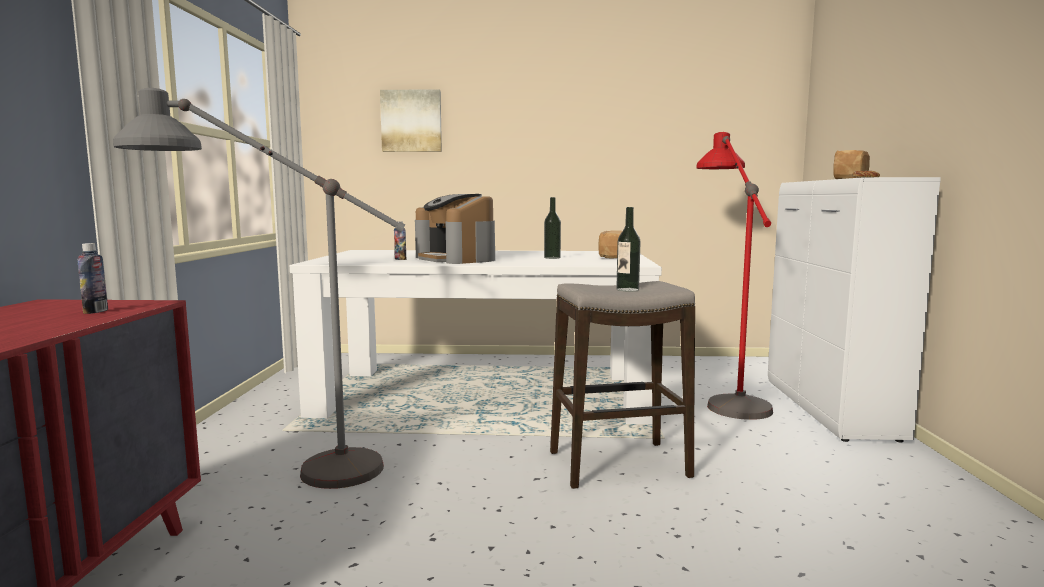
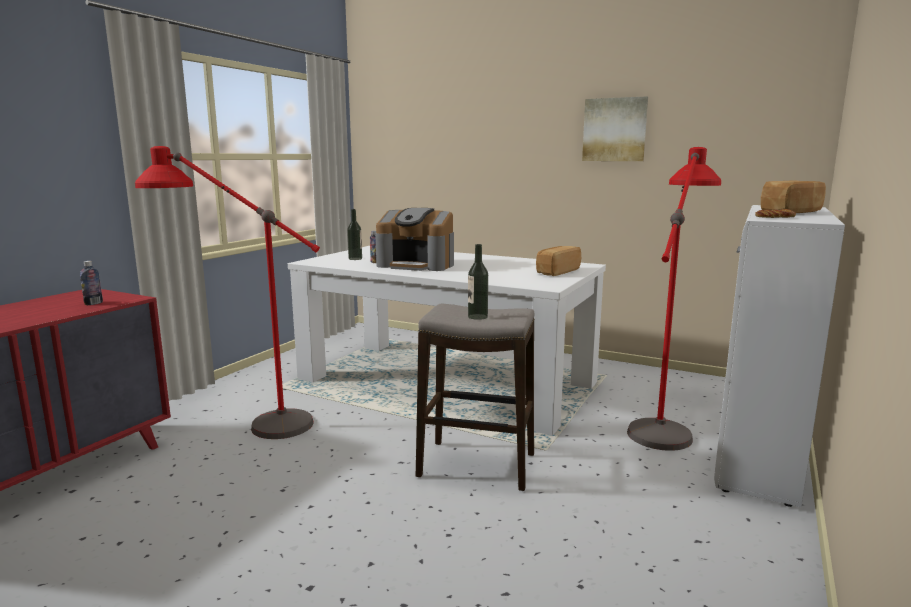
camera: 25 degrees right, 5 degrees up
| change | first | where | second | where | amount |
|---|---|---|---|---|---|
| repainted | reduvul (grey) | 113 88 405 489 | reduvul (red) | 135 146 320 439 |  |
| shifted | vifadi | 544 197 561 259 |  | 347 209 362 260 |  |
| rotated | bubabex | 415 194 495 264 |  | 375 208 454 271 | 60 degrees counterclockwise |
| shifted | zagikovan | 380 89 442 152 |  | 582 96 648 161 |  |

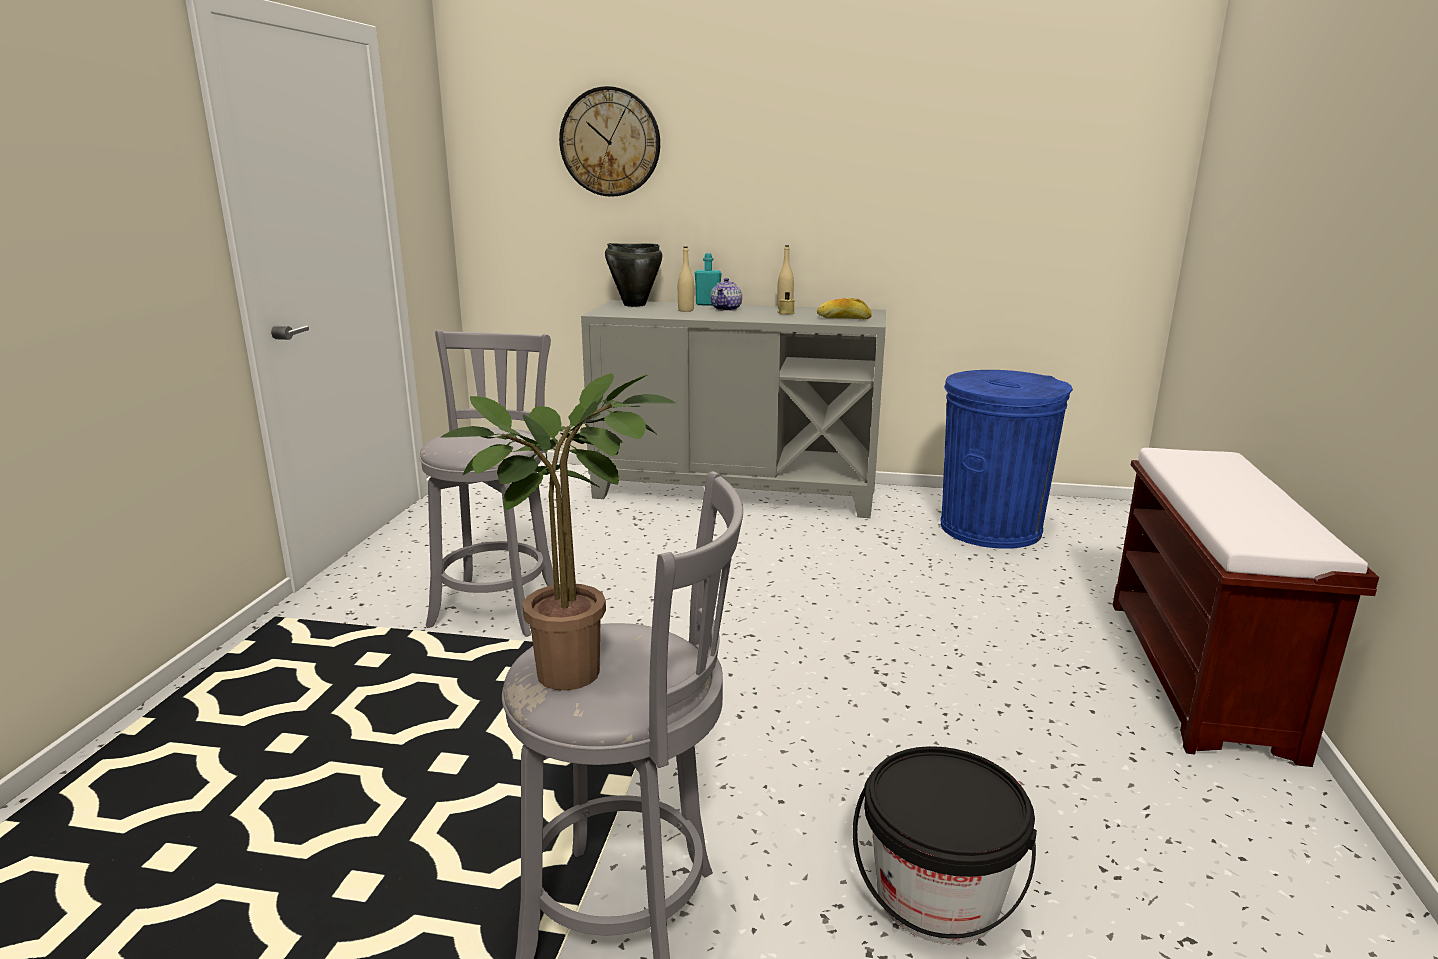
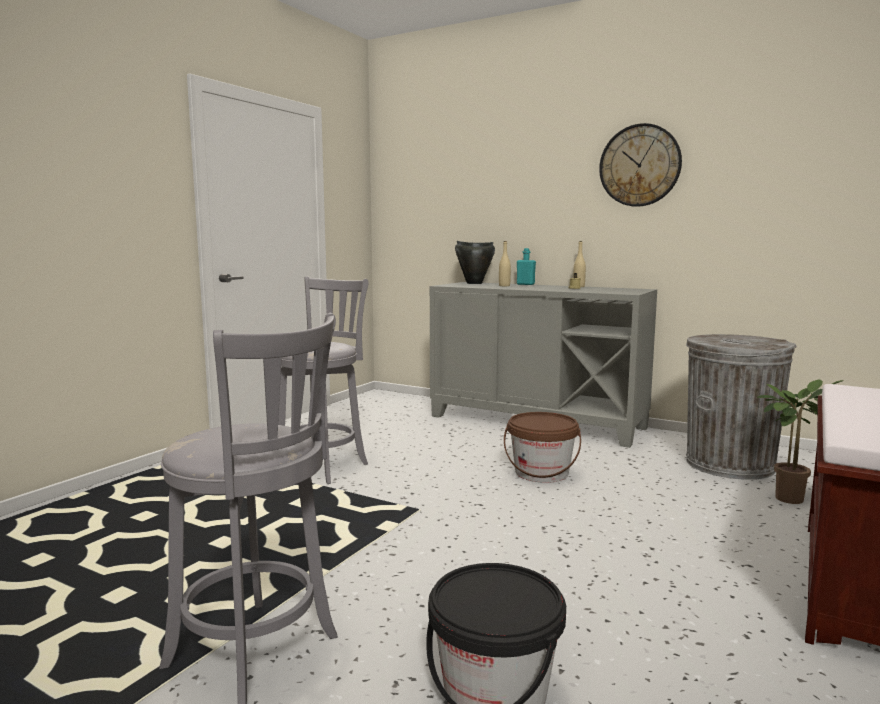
camera: 20 degrees right, 10 degrees down
| change | first | where | second | where | amount |
|---|---|---|---|---|---|
| new |  |  | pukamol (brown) | 504 412 581 483 |  |
| shifted | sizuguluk | 559 86 660 197 |  | 599 123 682 207 |  |
| repainted | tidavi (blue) | 941 370 1073 549 | tidavi (grey) | 686 334 797 480 |  |
| shifted | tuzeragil | 441 373 675 691 |  | 756 380 844 504 |  |
| gone | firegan | 710 278 742 311 |  |  |  |
| gone | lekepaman | 817 298 872 320 |  |  |  |

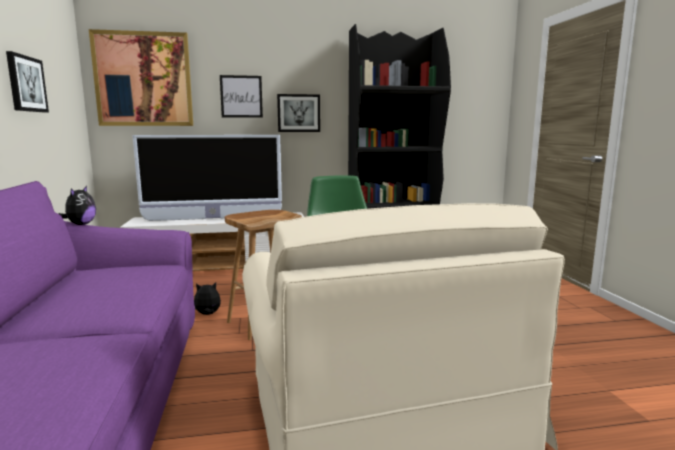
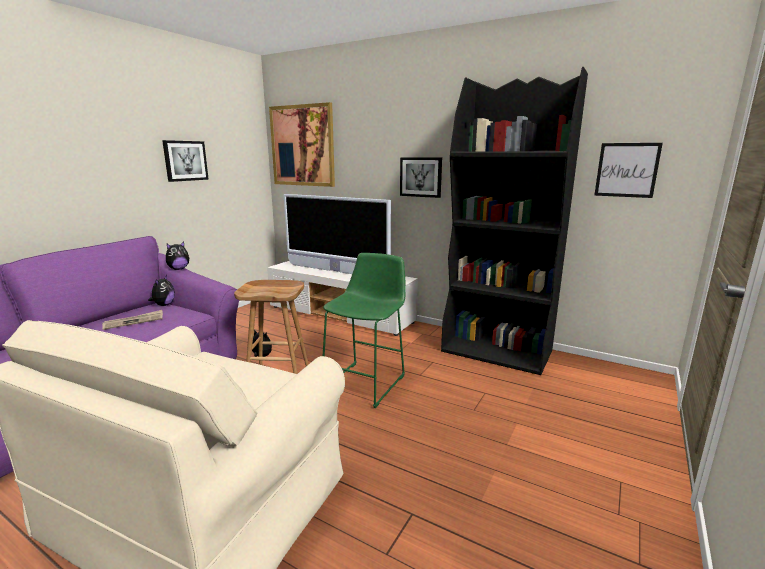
camera: 40 degrees right, 5 degrees up
| change | first | where | second | where | amount |
|---|---|---|---|---|---|
| new |  |  | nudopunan | 102 310 163 330 |  |
| new |  |  | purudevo | 148 275 175 306 |  |
| shifted | zagikovan | 220 75 263 118 |  | 594 143 663 198 |  |

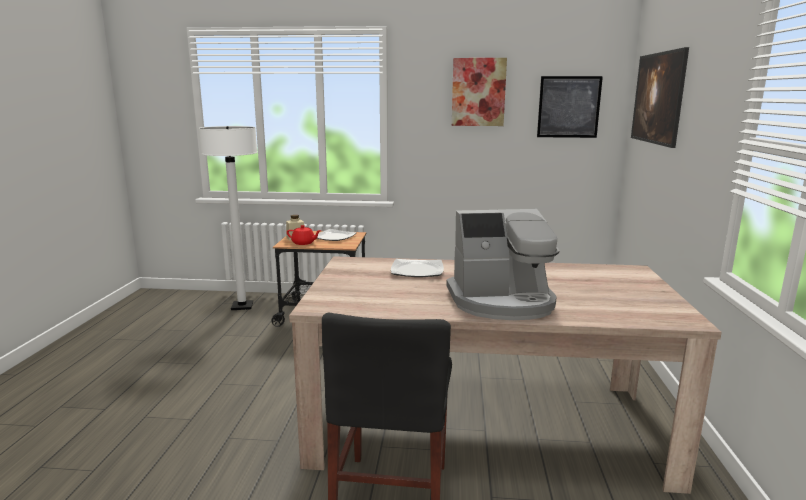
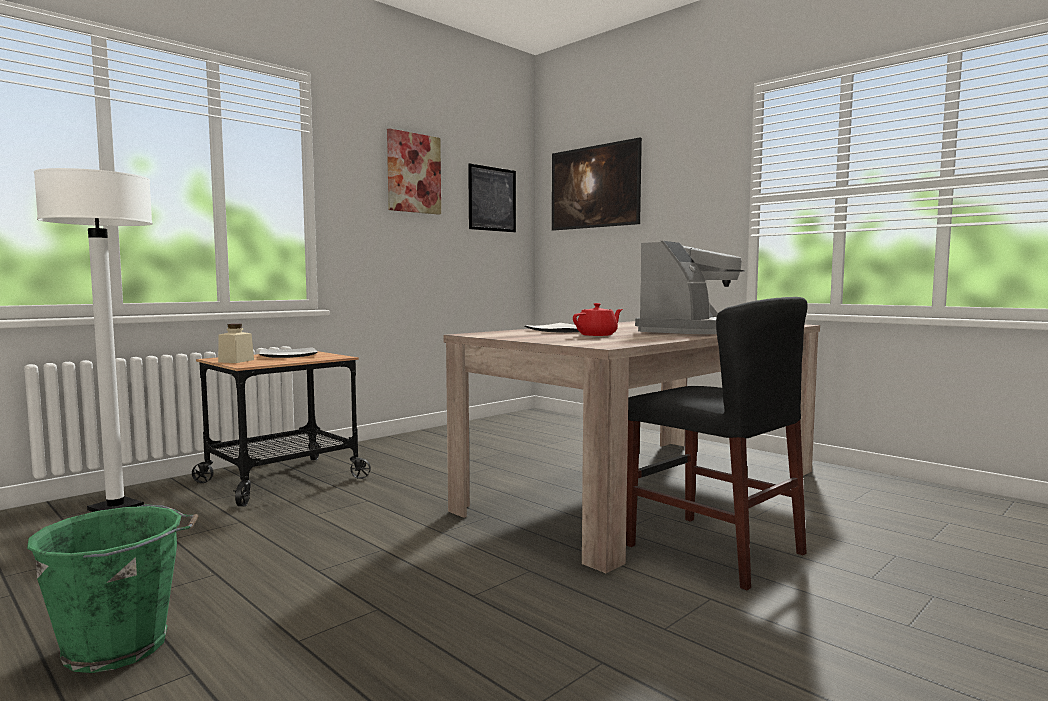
camera: 50 degrees left, 10 degrees down
| change | first | where | second | where | amount |
|---|---|---|---|---|---|
| new |  |  | pukamol (green) | 27 504 198 673 |  |
| shifted | firegan (red) | 287 225 321 245 |  | 573 303 623 336 |  |

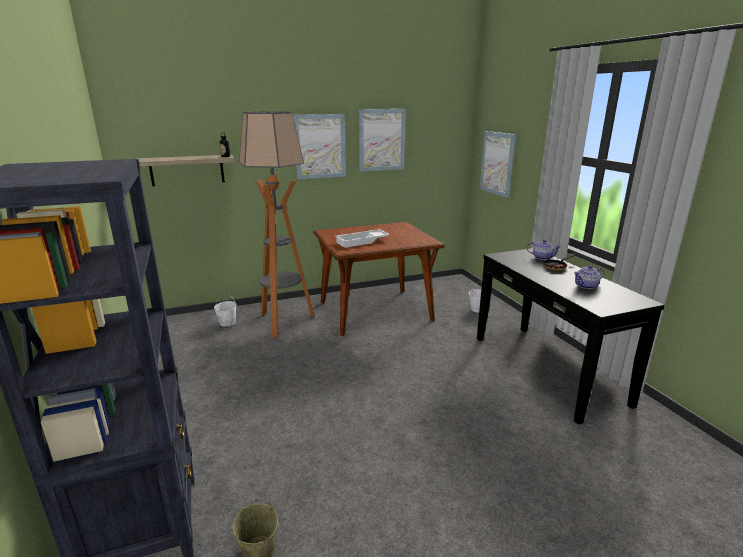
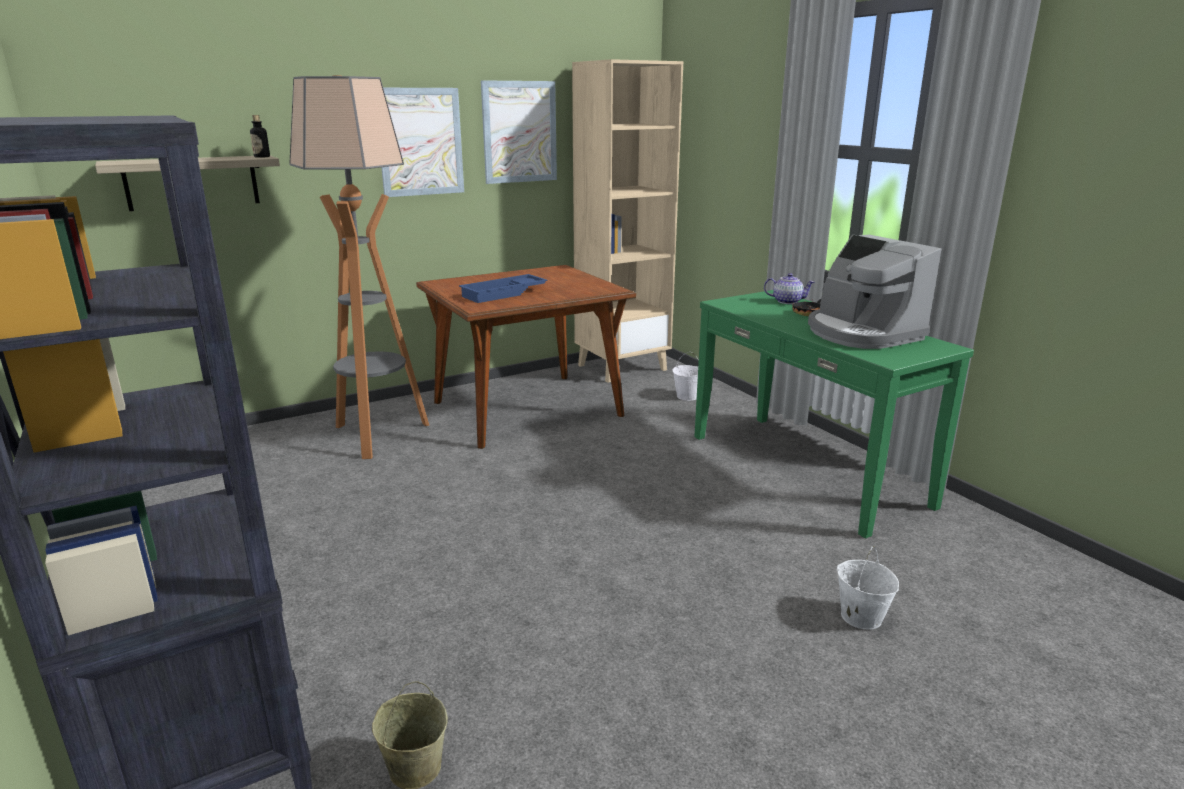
camera: 10 degrees left, 0 degrees up
| change | first | where | second | where | amount |
|---|---|---|---|---|---|
| repainted | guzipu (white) | 335 229 390 248 | guzipu (blue) | 459 274 548 303 |  |
| new |  |  | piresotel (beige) | 572 59 683 383 |  |
| repainted | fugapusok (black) | 477 248 665 425 | fugapusok (green) | 694 290 974 538 |  |
| swapped | firegan | 574 265 603 289 | bubabex | 808 235 941 349 |  |
| shifted | pukamol (white) | 214 294 237 327 |  | 837 546 899 630 |  |
| gone | zagikovan | 480 131 516 198 |  |  |  |

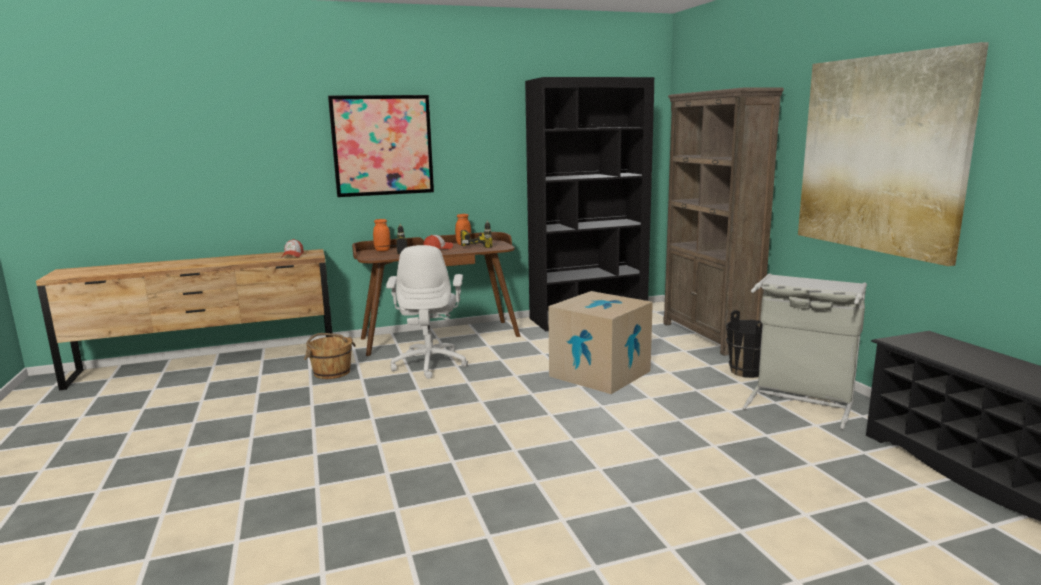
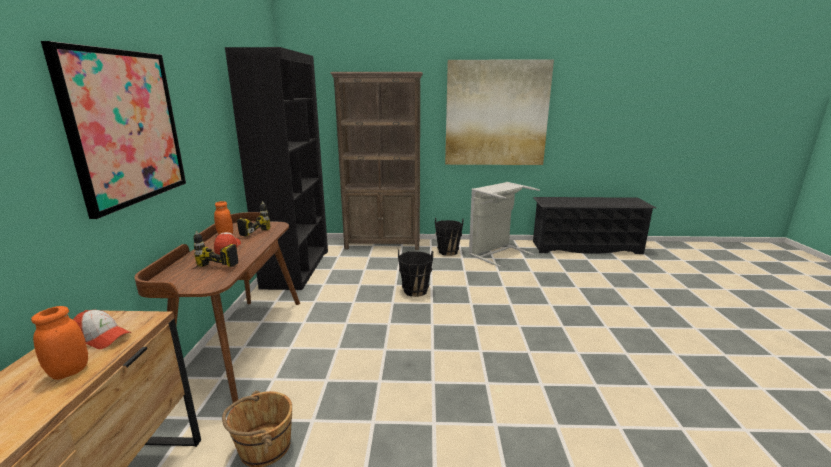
camera: 70 degrees left, 5 degrees up
| change | first | where | second | where | amount |
|---|---|---|---|---|---|
| shifted | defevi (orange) | 373 219 391 251 |  | 31 306 88 380 |  |
| swapped | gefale | 548 291 653 394 | pukamol (black) | 398 250 433 297 |  |
| gone | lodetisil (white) | 386 245 468 379 |  |  |  |

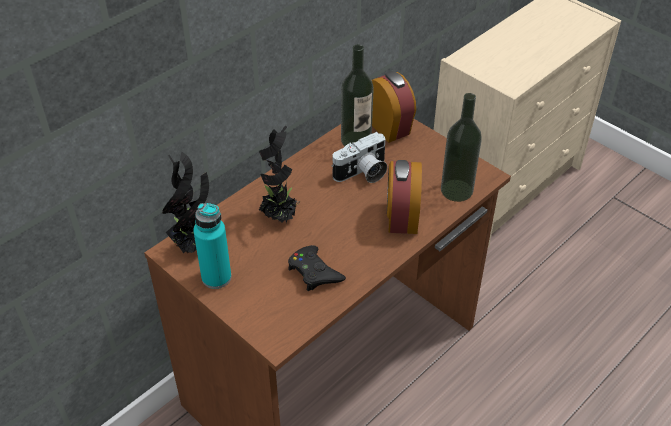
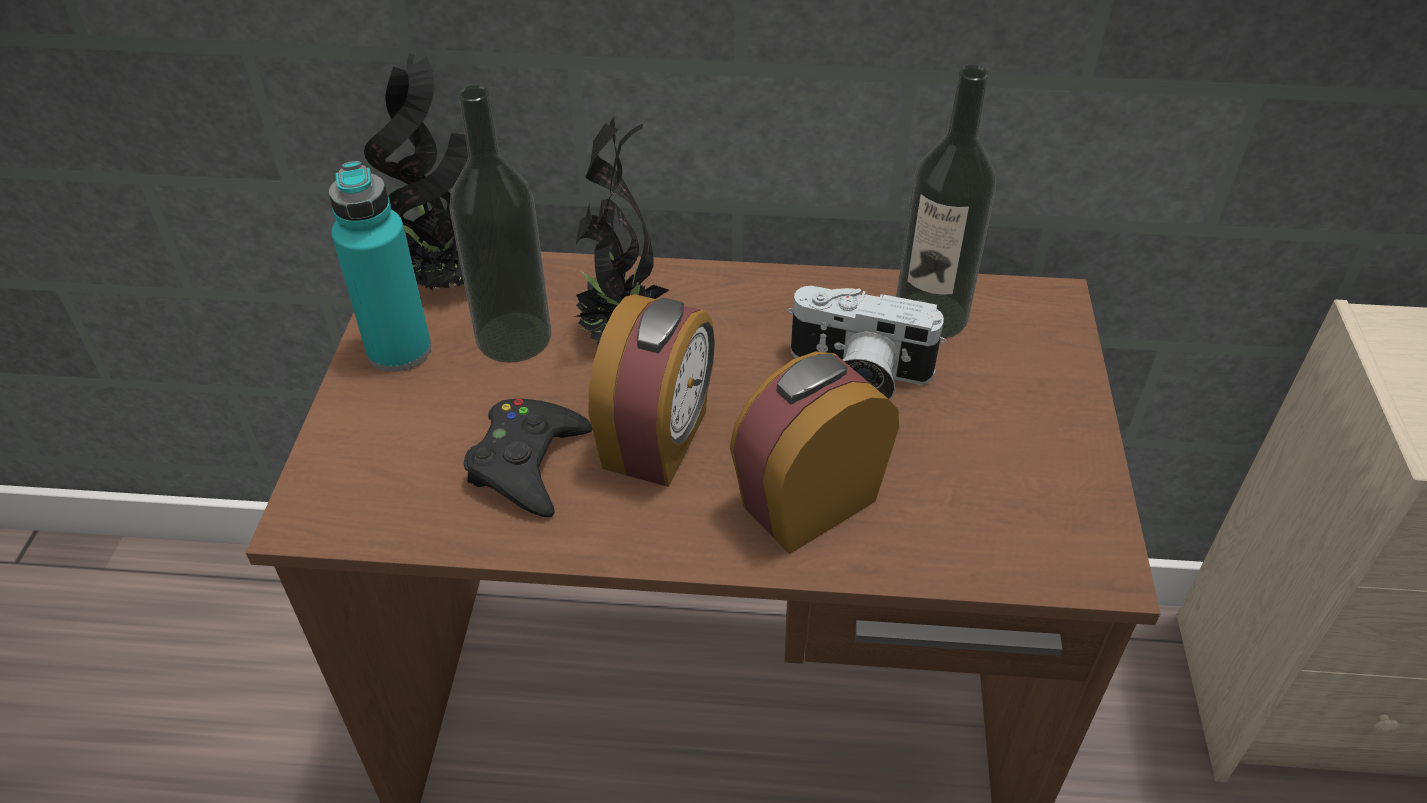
camera: 50 degrees right, 0 degrees up
| change | first | where | second | where | amount |
|---|---|---|---|---|---|
| shifted | vifadi | 441 93 482 202 |  | 449 85 551 363 |  |
| shifted | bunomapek | 372 71 416 143 |  | 589 294 715 487 |  |

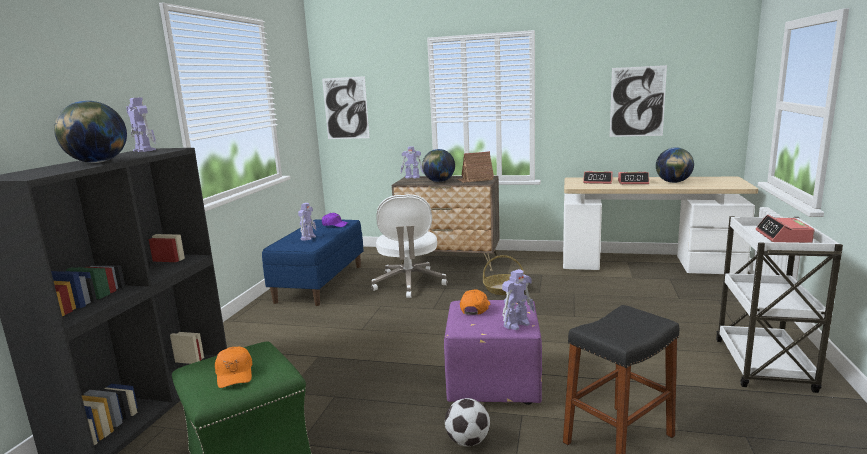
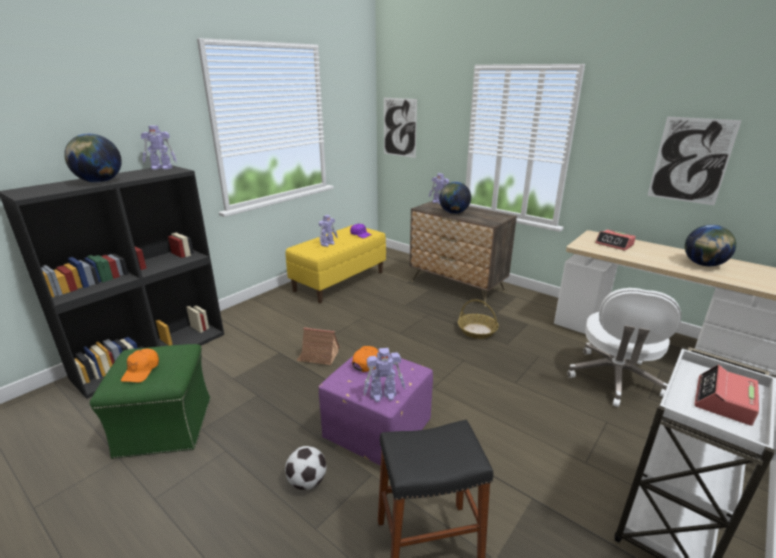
camera: 25 degrees right, 10 degrees up
| change | first | where | second | where | amount |
|---|---|---|---|---|---|
| rotated | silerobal | 126 97 156 152 |  | 141 125 177 170 | 105 degrees clockwise |
| repainted | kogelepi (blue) | 262 219 364 306 | kogelepi (yellow) | 286 225 386 303 |  |
| shifted | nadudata | 458 151 494 183 |  | 296 328 340 365 |  |
| shifted | lodetisil (white) | 371 194 447 298 |  | 567 288 681 407 |  |
| gone | bunomapek | 618 172 649 184 |  |  |  |

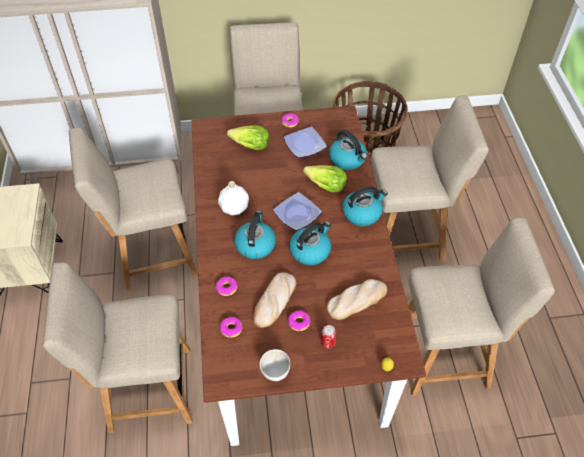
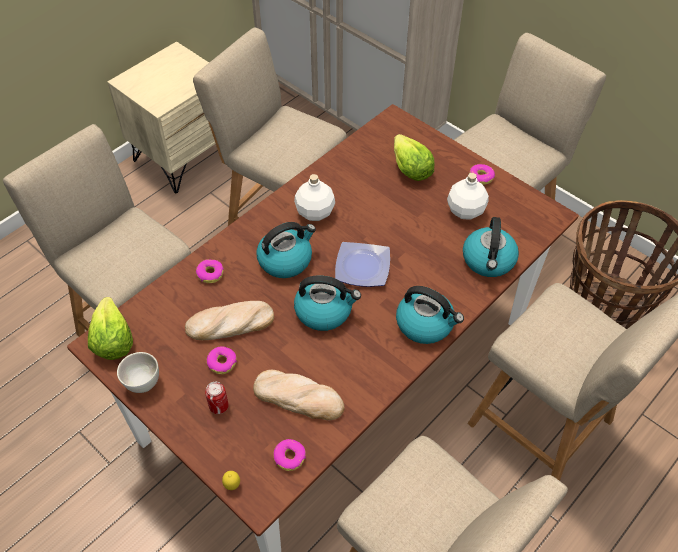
camera: 50 degrees right, 0 degrees up
| change | first | where | second | where | amount |
|---|---|---|---|---|---|
| shifted | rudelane | 303 165 347 192 |  | 88 297 133 360 |  |
| shifted | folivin | 220 317 242 338 |  | 273 439 306 471 |  |
| swapped | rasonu | 284 127 327 158 | vifadi (white) | 447 173 489 220 |  |

